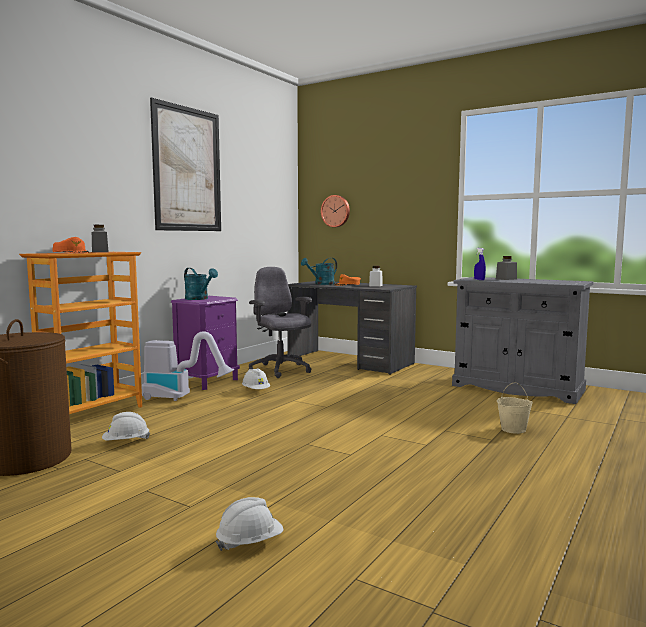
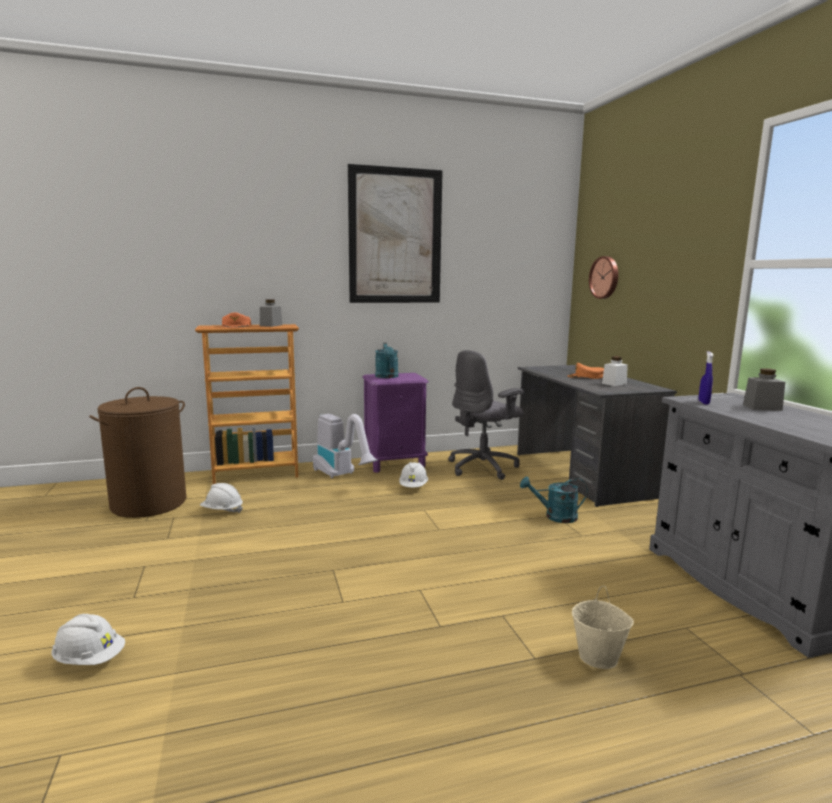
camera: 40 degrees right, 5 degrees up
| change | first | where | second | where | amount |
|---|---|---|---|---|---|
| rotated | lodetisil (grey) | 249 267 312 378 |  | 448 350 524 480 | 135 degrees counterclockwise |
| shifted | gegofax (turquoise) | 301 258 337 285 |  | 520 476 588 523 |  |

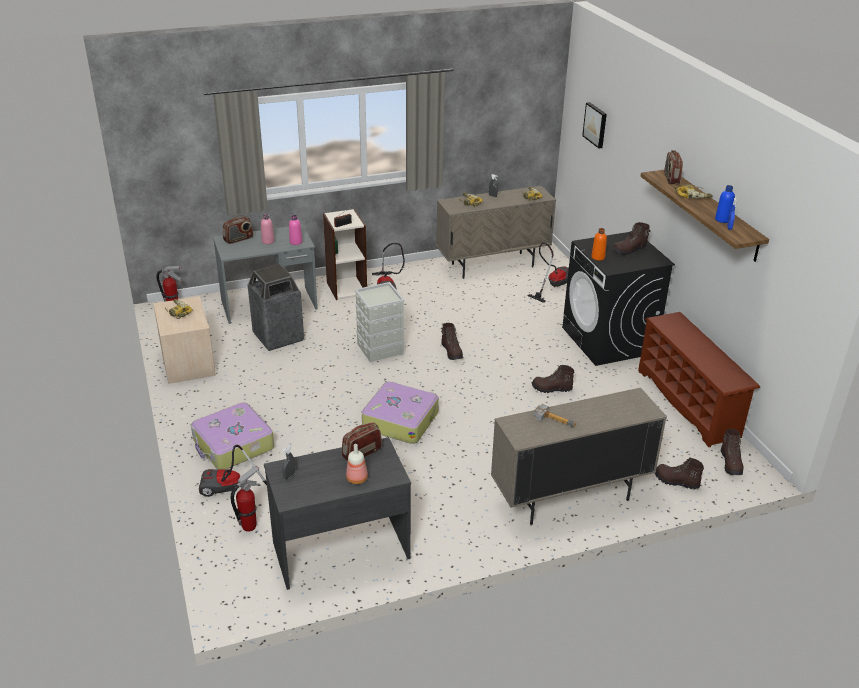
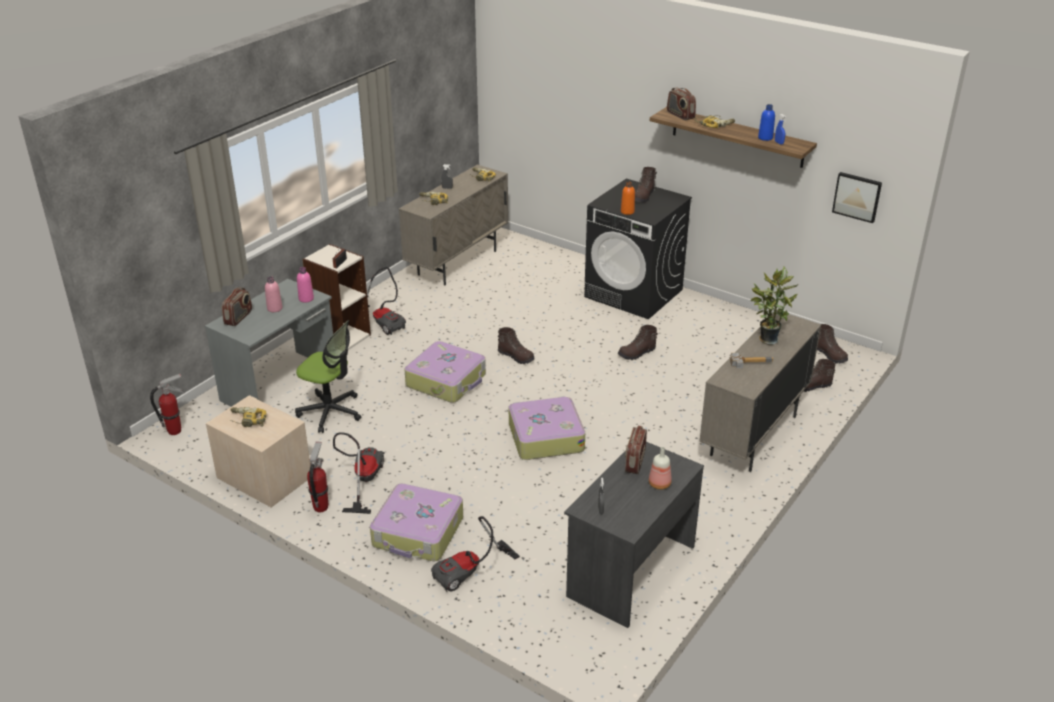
camera: 35 degrees left, 0 degrees up
| change | first | where | second | where | amount |
|---|---|---|---|---|---|
| swapped | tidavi | 247 264 304 351 | lodetisil | 295 320 361 433 |  |
| shifted | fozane | 231 465 260 532 |  | 307 441 328 512 |  |
| shifted | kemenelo | 528 243 569 303 |  | 333 432 385 514 |  |
| swapped | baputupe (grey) | 355 282 405 363 | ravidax | 404 341 486 403 |  |
| new |  |  | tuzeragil | 751 267 798 345 |  |
| shifted | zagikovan | 582 102 607 149 |  | 832 172 882 223 |  |
| gone | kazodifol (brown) | 638 312 760 447 |  |  |  |

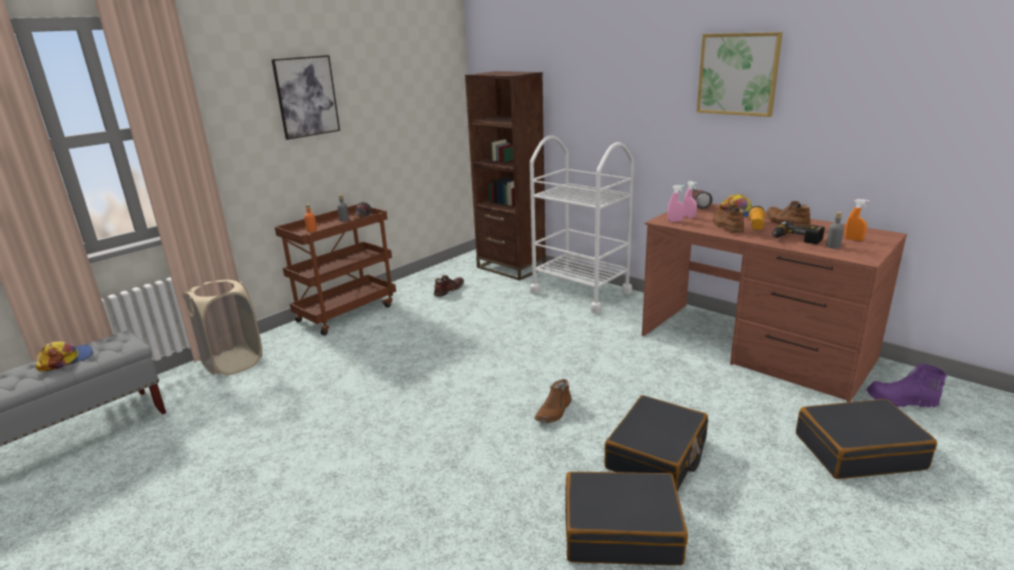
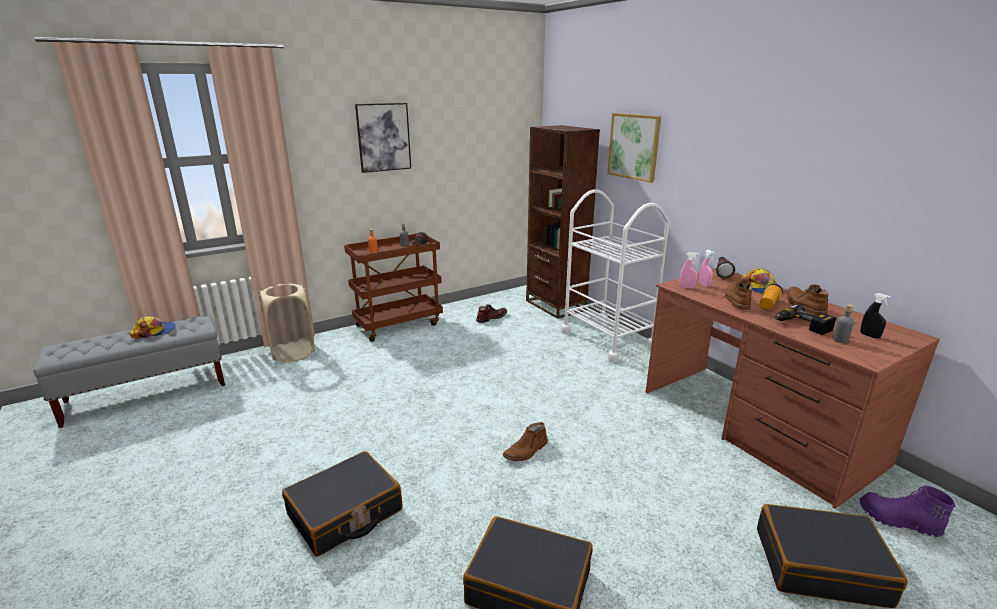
camera: 15 degrees right, 0 degrees up
| change | first | where | second | where | amount |
|---|---|---|---|---|---|
| shifted | ravidax (black) | 604 395 708 491 |  | 282 451 402 556 |  |
| shifted | zagikovan | 697 32 783 117 |  | 607 113 661 183 |  |
| repainted | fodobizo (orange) | 845 199 869 241 | fodobizo (black) | 860 293 891 339 |  |

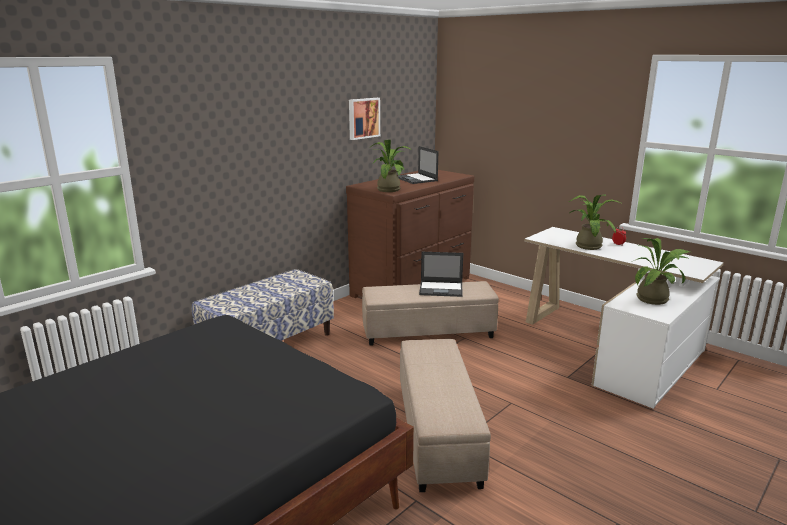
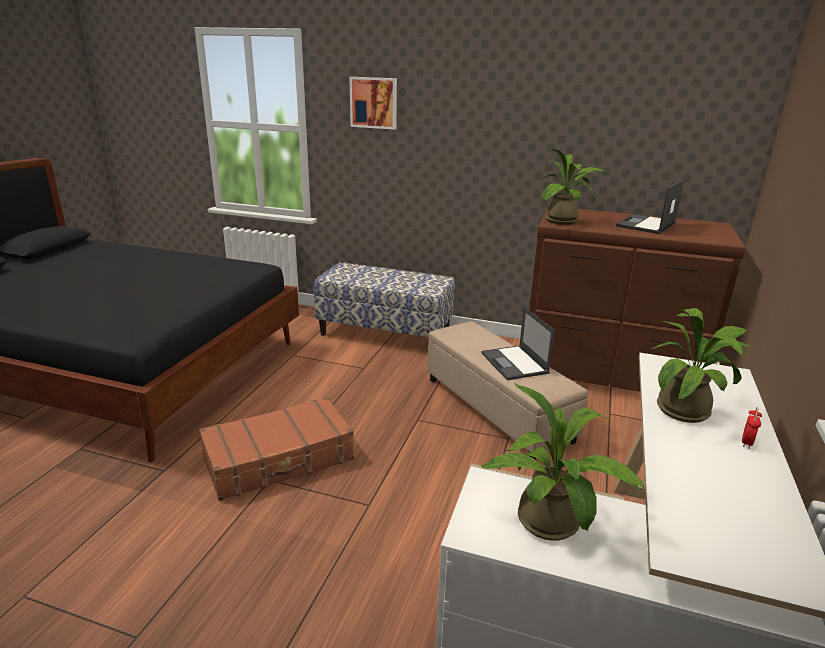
camera: 65 degrees right, 5 degrees up
| change | first | where | second | where | amount |
|---|---|---|---|---|---|
| swapped | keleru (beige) | 400 339 491 492 | ravidax (brown) | 199 396 354 501 |  |
| shifted | zagikovan | 349 98 380 140 |  | 350 77 397 130 |  |

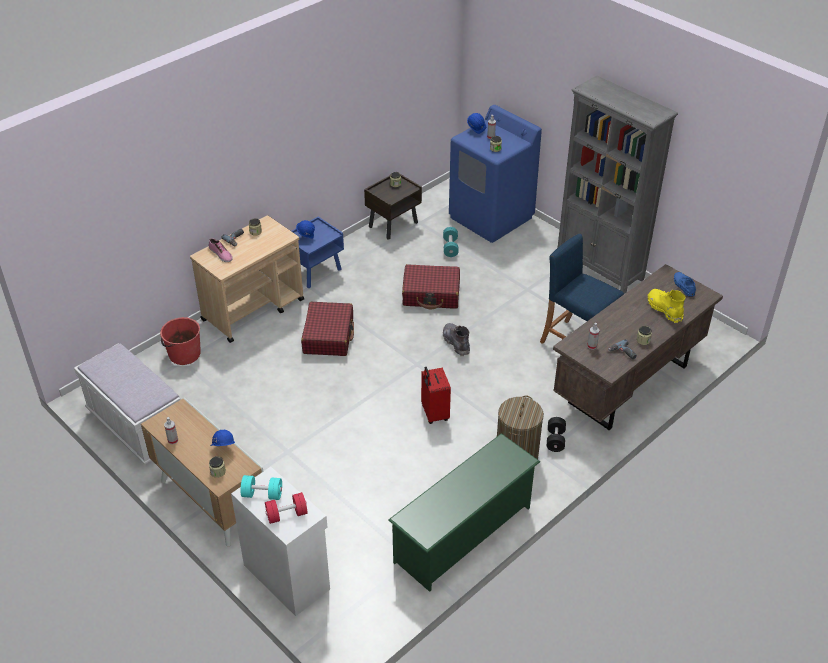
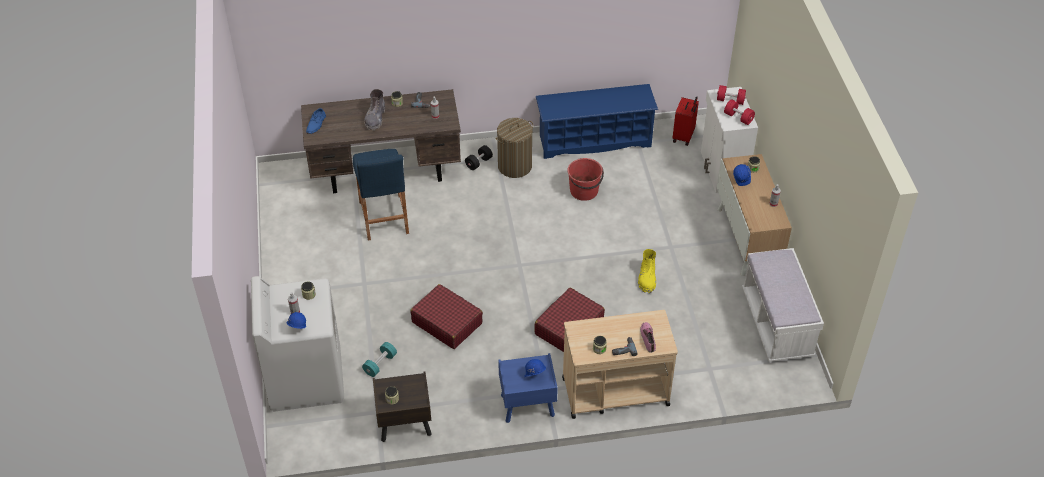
camera: 145 degrees left, 5 degrees up
| change | first | where | second | where | amount |
|---|---|---|---|---|---|
| repainted | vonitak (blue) | 449 105 542 243 | vonitak (white) | 251 276 344 412 |  |
| shifted | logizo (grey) | 443 323 470 356 |  | 365 89 385 131 |  |
| repainted | kazodifol (green) | 388 433 540 592 | kazodifol (blue) | 536 84 658 159 |  |
| shifted | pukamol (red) | 160 317 201 365 |  | 567 158 604 201 |  |
| shifted | logizo (yellow) | 647 289 686 323 |  | 638 249 656 293 |  |
| shifted | ravidax (red) | 421 366 451 424 |  | 673 96 699 146 |  |
| repainted | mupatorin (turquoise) | 240 475 282 500 | mupatorin (red) | 724 99 755 125 |  |
| gone | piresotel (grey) | 558 76 678 294 |  |  |  |

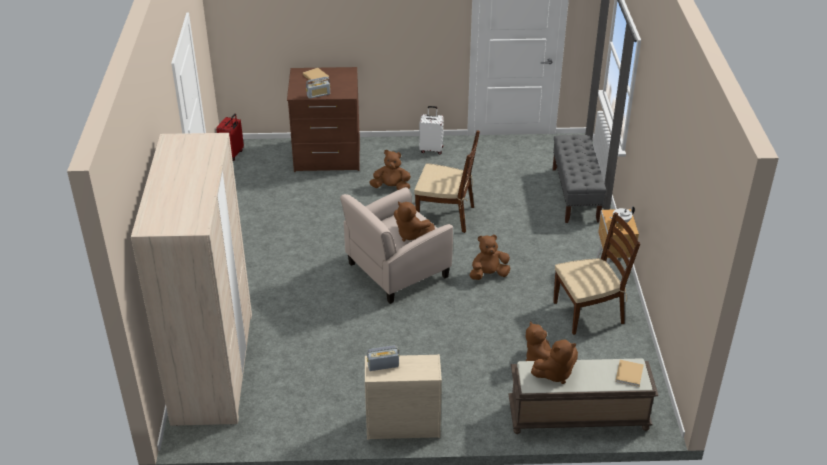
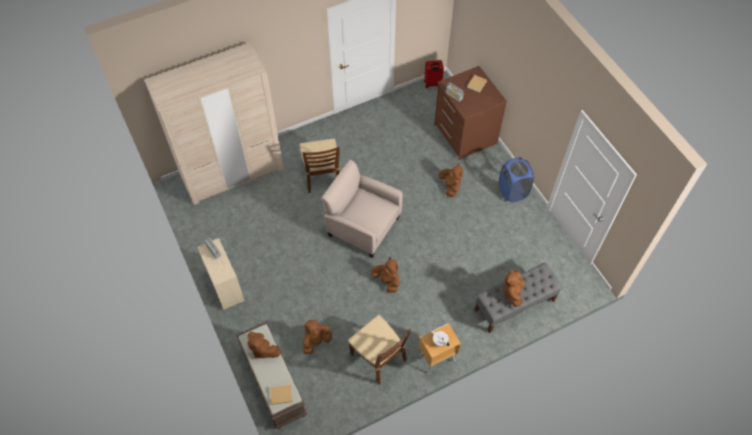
camera: 65 degrees right, 20 degrees up
| change | first | where | second | where | amount |
|---|---|---|---|---|---|
| shifted | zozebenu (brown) | 414 131 480 233 |  | 300 138 342 193 |  |
| swapped | ravidax (white) | 419 106 444 154 | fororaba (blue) | 499 158 534 203 |  |
| shifted | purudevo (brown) | 394 201 435 242 |  | 503 269 525 307 |  |

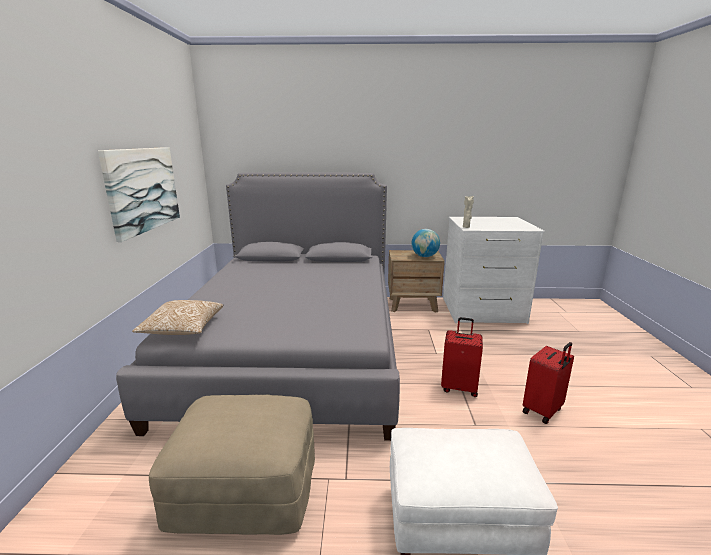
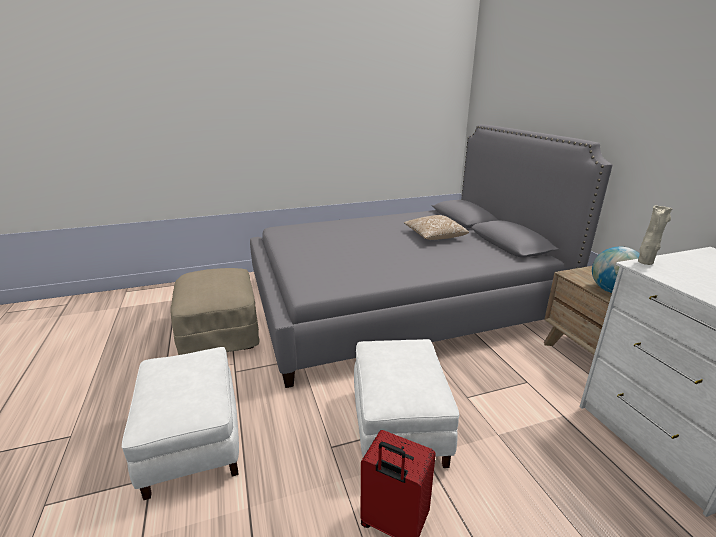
camera: 70 degrees right, 5 degrees up
| change | first | where | second | where | amount |
|---|---|---|---|---|---|
| swapped | ravidax (red) | 441 317 483 397 | keleru (white) | 354 339 459 468 |  |
| shifted | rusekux | 132 300 223 335 |  | 404 215 469 240 |  |
| gone | zagikovan | 98 147 180 242 |  |  |  |

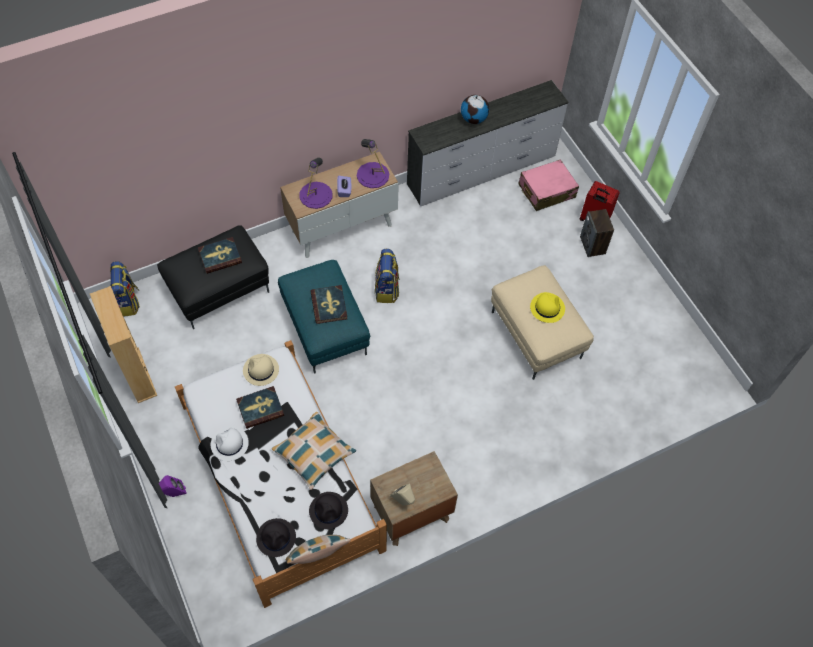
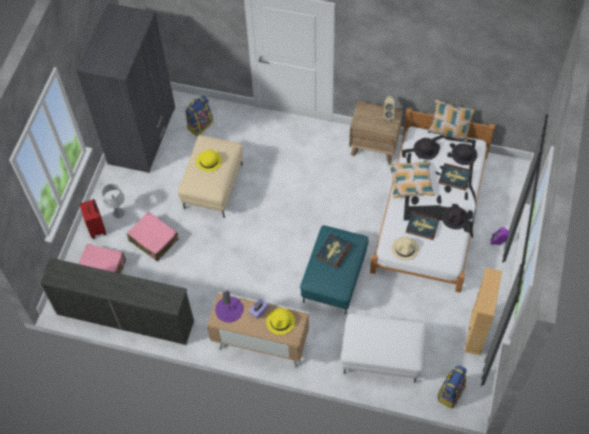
camera: 135 degrees left, 0 degrees up
| change | first | where | second | where | amount |
|---|---|---|---|---|---|
| new |  |  | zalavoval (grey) | 76 3 175 173 |  |
| swapped | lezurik | 580 209 614 257 | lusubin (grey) | 102 184 125 218 |  |
| new |  |  | ravidax (pink) | 127 211 178 262 |  |
| shifted | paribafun | 375 249 399 303 |  | 185 96 213 136 |  |
| swapped | lusubin (purple) | 300 157 332 209 | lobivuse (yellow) | 266 308 295 335 |  |
| repainted | keleru (black) | 157 225 269 329 | keleru (white) | 341 313 426 383 |  |
| shifted | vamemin | 198 237 242 274 |  | 439 163 471 191 |  |
| repainted | lobivuse (white) | 211 426 249 461 | lobivuse (black) | 442 206 469 229 |  |
| gone | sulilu | 461 95 489 124 |  |  |  |

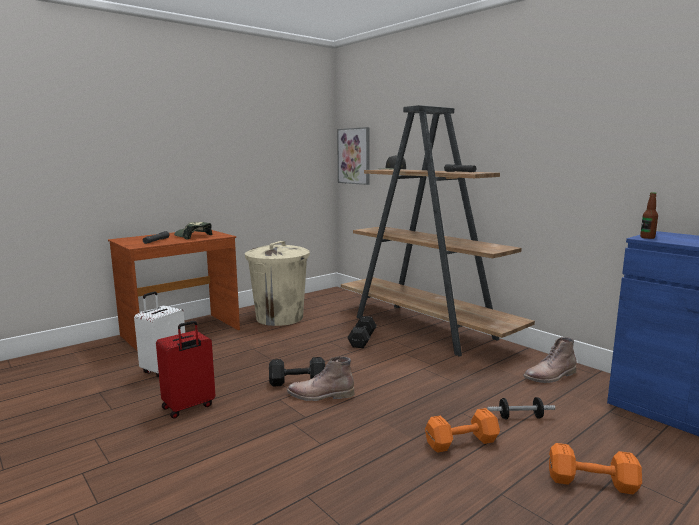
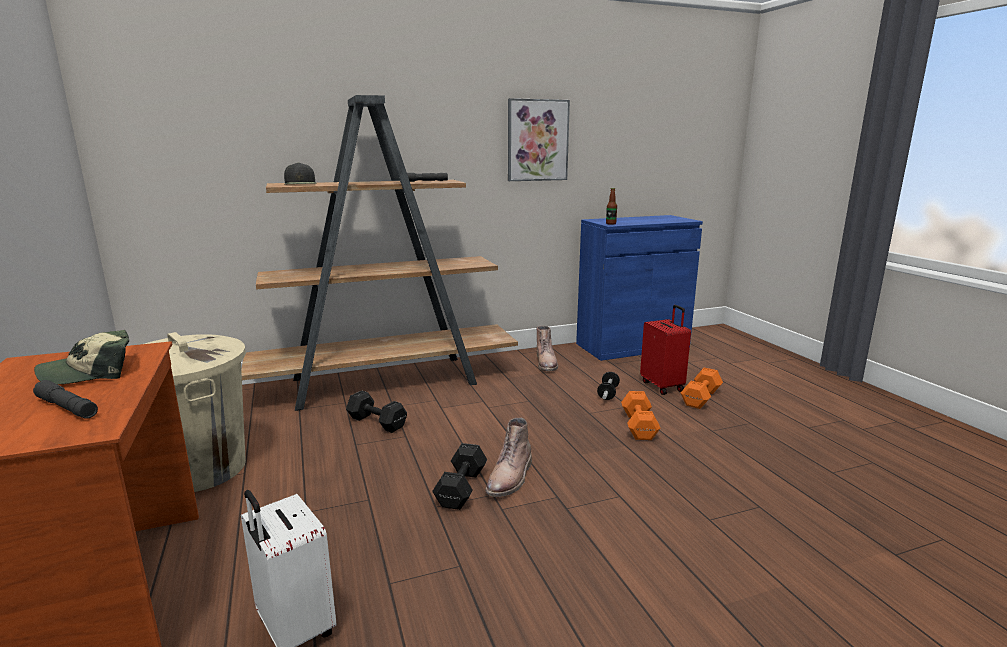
camera: 70 degrees left, 5 degrees up
| change | first | where | second | where | amount |
|---|---|---|---|---|---|
| shifted | zagikovan | 337 127 370 185 |  | 508 98 570 181 |  |
| shifted | ravidax (red) | 156 321 216 419 |  | 640 305 691 395 |  |

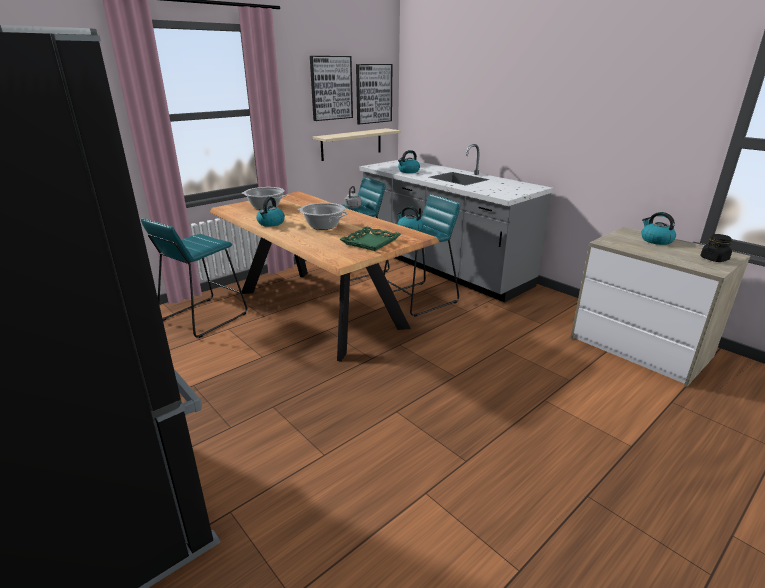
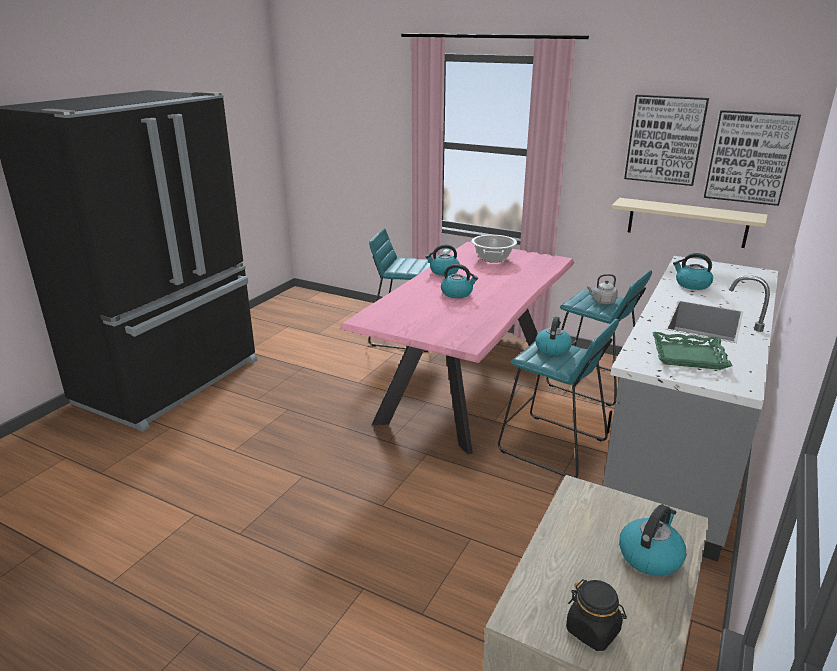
camera: 70 degrees right, 0 degrees up
| change | first | where | second | where | amount |
|---|---|---|---|---|---|
| repainted | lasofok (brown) | 210 191 439 362 | lasofok (pink) | 340 242 574 455 |  |
| swapped | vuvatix | 298 203 348 230 | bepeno | 441 264 478 298 |  |
| shifted | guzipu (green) | 340 226 401 251 |  | 652 332 732 370 |  |

